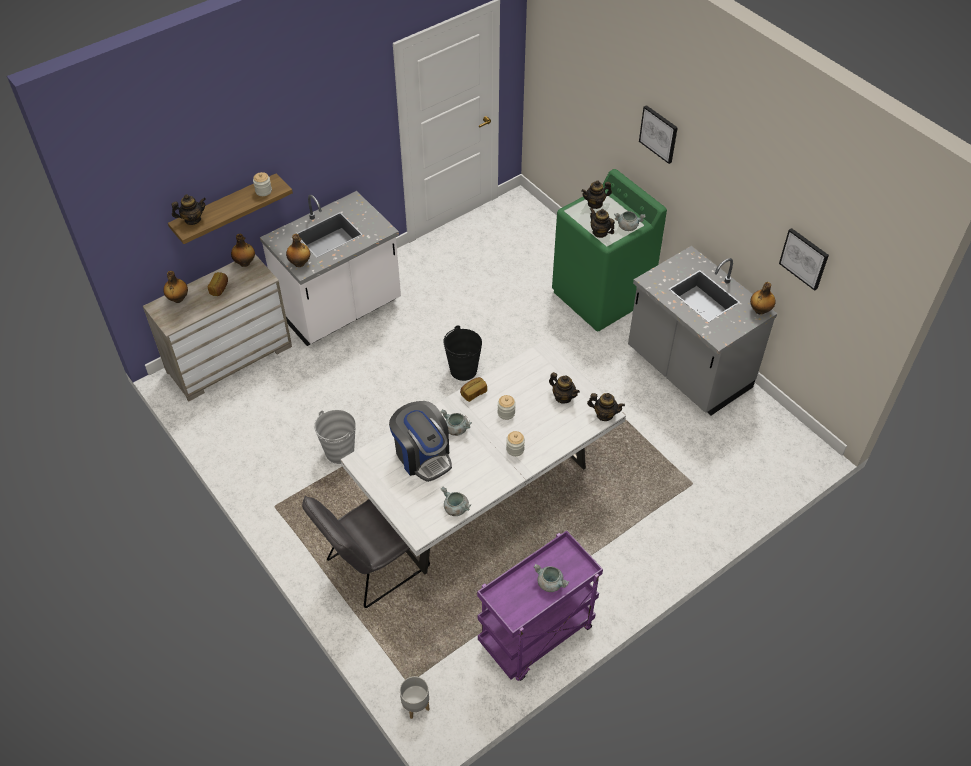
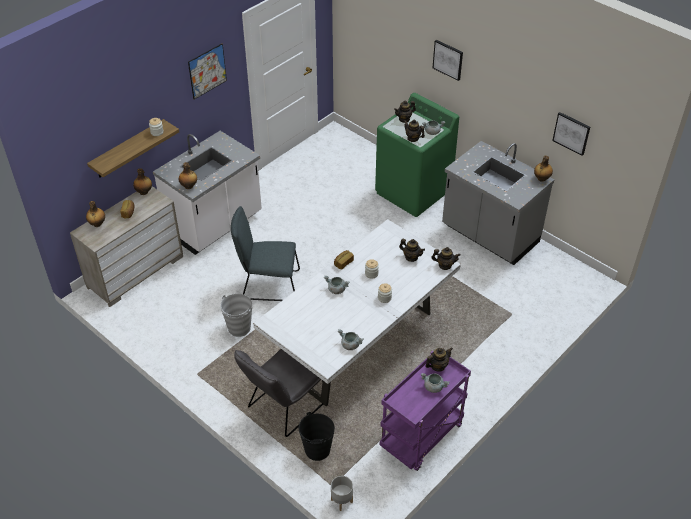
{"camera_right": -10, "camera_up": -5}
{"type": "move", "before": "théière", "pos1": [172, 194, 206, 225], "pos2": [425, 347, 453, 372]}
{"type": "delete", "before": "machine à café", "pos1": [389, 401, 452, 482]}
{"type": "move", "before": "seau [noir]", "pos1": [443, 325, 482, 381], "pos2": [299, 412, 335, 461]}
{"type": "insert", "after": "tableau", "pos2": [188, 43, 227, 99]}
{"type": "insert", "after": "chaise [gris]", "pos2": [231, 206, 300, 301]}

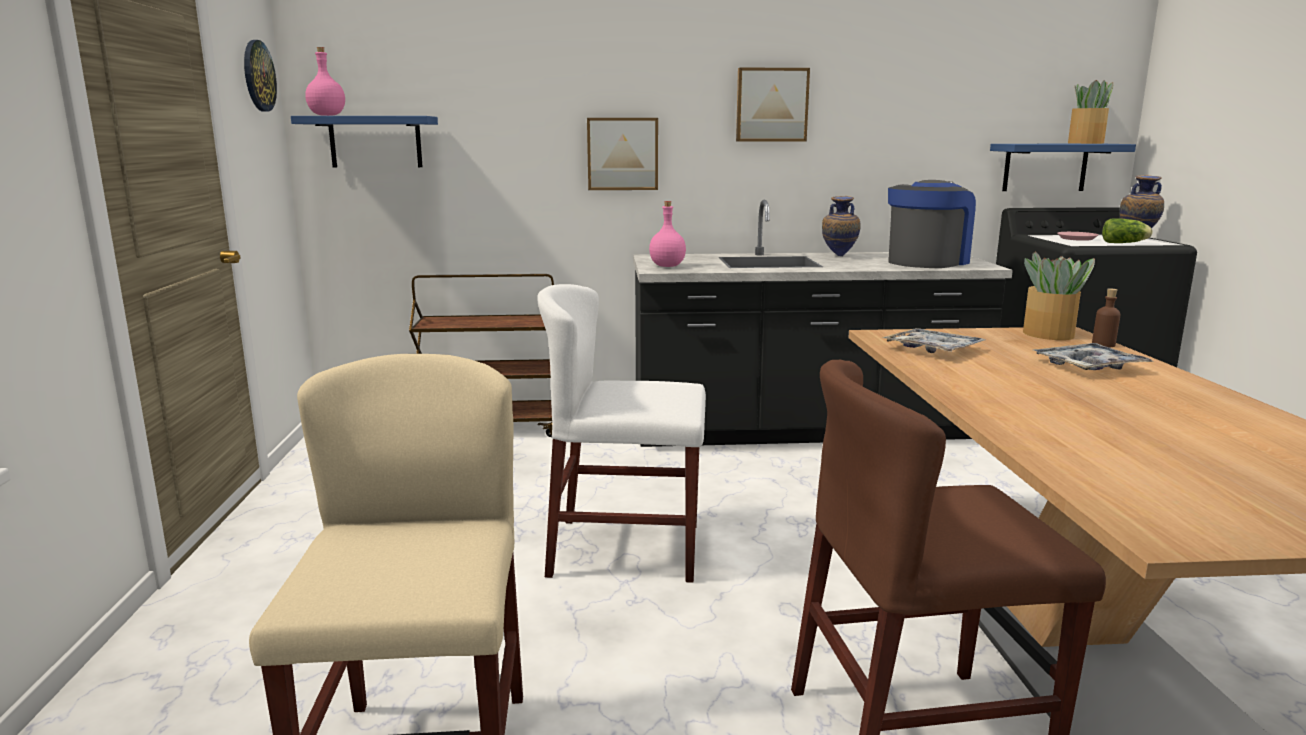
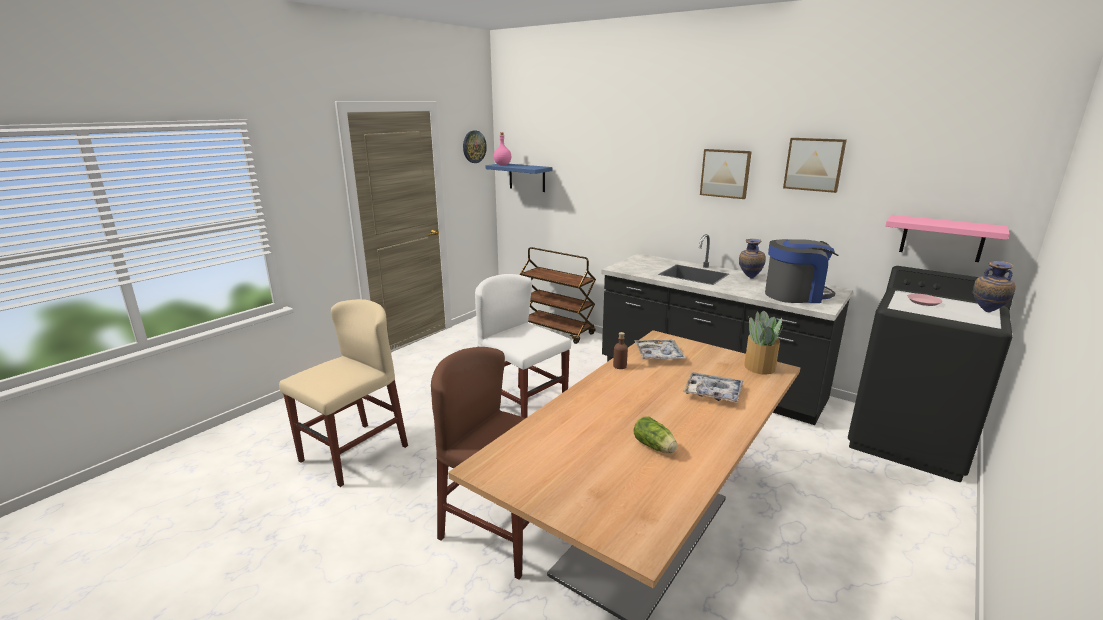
{"camera_right": 40, "camera_up": 5}
{"type": "move", "before": "tableau", "pos1": [587, 118, 658, 190], "pos2": [783, 138, 847, 193]}
{"type": "delete", "before": "bouteille [rose]", "pos1": [649, 201, 686, 267]}
{"type": "recolor", "before": "étagère [bleu]", "after": "étagère [rose]", "pos1": [990, 144, 1136, 191], "pos2": [885, 215, 1009, 262]}
{"type": "delete", "before": "plante en pot", "pos1": [1068, 80, 1114, 144]}
{"type": "move", "before": "bouteille [marron]", "pos1": [1092, 288, 1121, 347], "pos2": [613, 332, 628, 369]}
{"type": "move", "before": "laitue", "pos1": [1102, 219, 1153, 243], "pos2": [633, 416, 677, 453]}

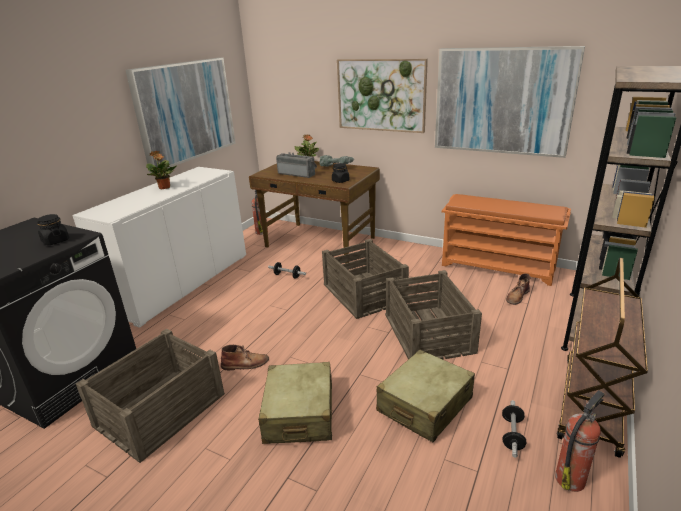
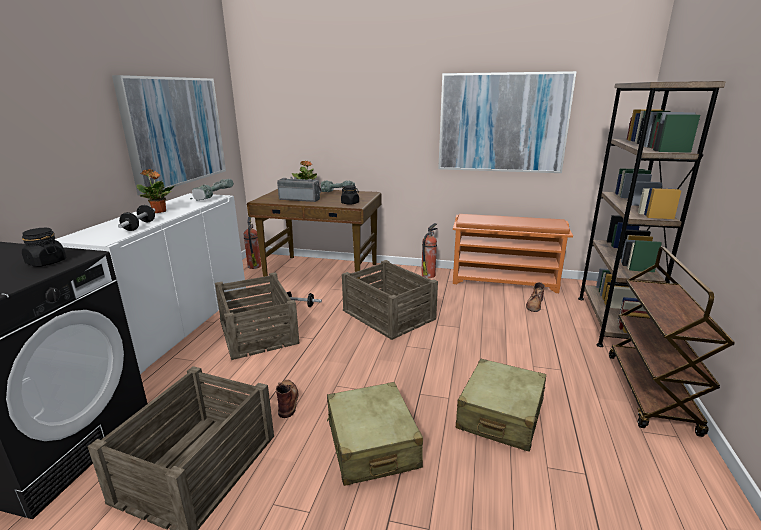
{"camera_right": -15, "camera_up": -5}
{"type": "rotate", "before": "botte [marron]", "pos1": [221, 345, 269, 370], "pos2": [276, 380, 299, 418], "turn": -75}
{"type": "delete", "before": "tableau", "pos1": [337, 59, 428, 133]}
{"type": "move", "before": "caisse", "pos1": [385, 270, 482, 359], "pos2": [215, 272, 299, 360]}
{"type": "move", "before": "haltère", "pos1": [502, 400, 526, 458], "pos2": [118, 205, 155, 231]}
{"type": "move", "before": "extincteur", "pos1": [555, 390, 605, 492], "pos2": [421, 223, 438, 278]}
{"type": "insert", "after": "perceuse", "pos2": [190, 179, 234, 201]}

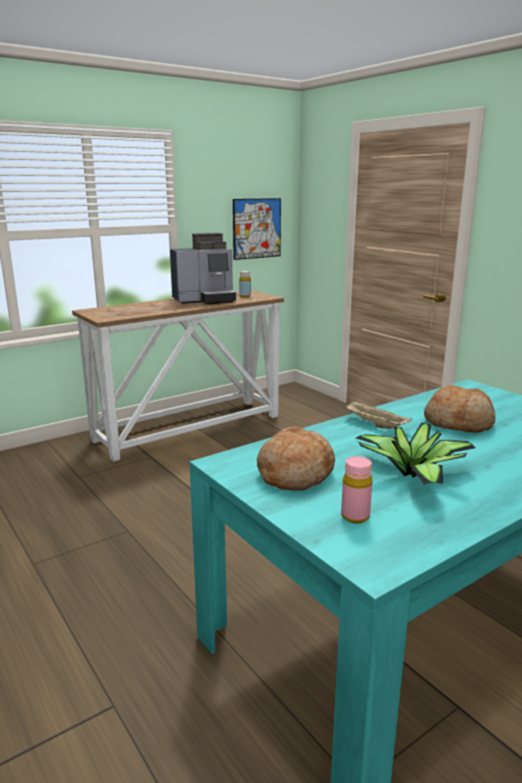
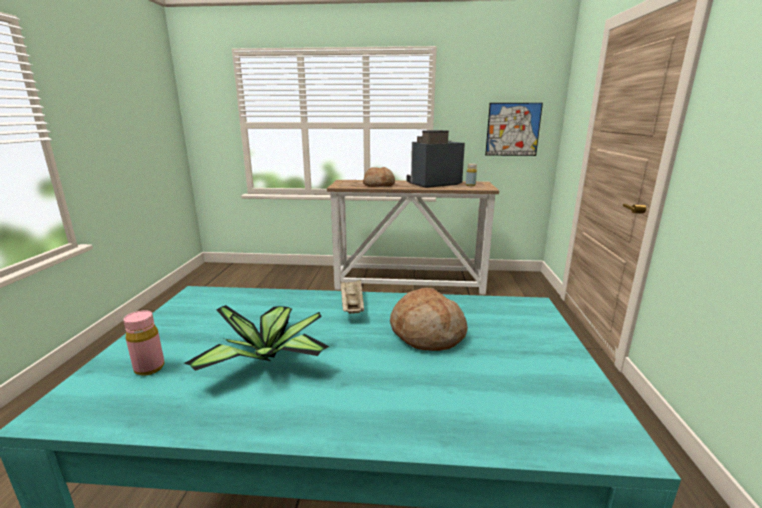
{"camera_right": 40, "camera_up": 0}
{"type": "rotate", "before": "machine à café", "pos1": [170, 233, 236, 304], "pos2": [407, 130, 465, 188], "turn": 135}
{"type": "move", "before": "pain", "pos1": [257, 427, 335, 491], "pos2": [363, 167, 395, 187]}

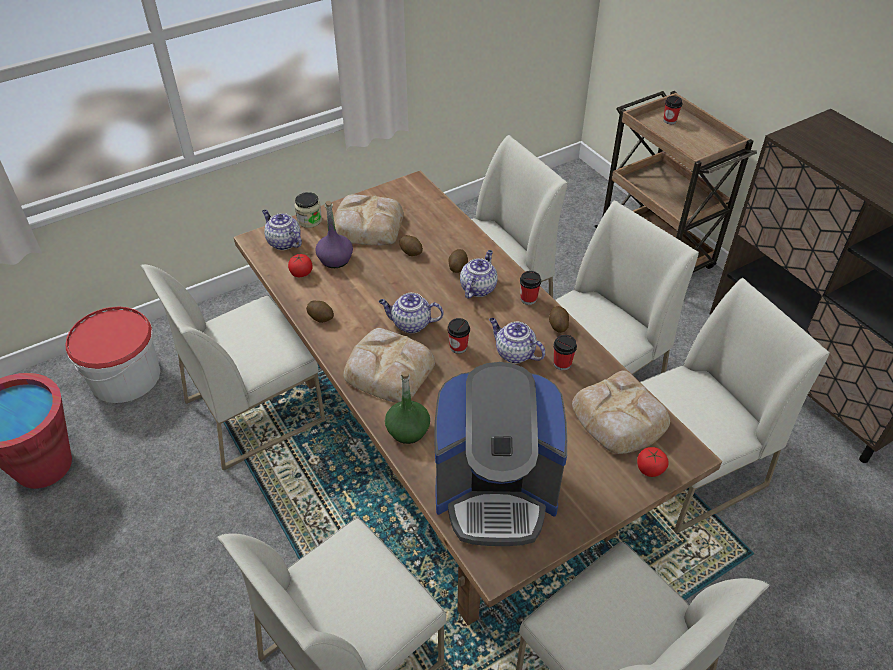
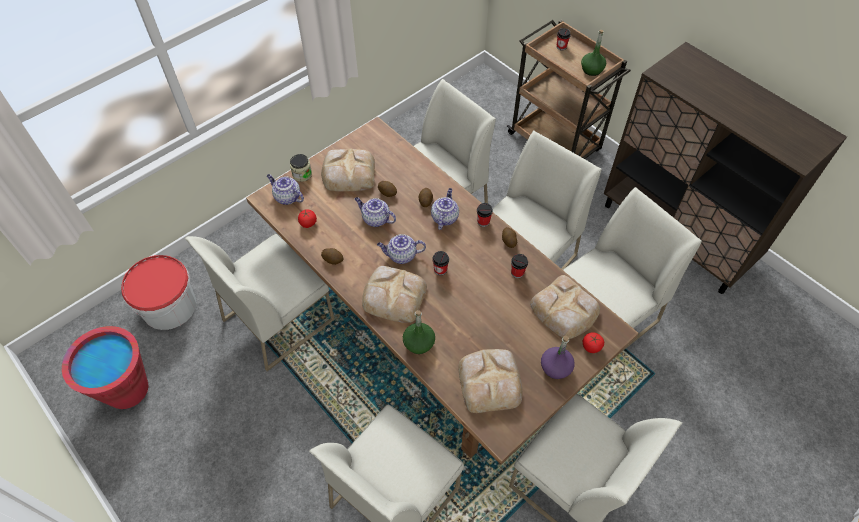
{"camera_right": -10, "camera_up": 10}
{"type": "move", "before": "bouteille [violet]", "pos1": [315, 201, 353, 268], "pos2": [541, 336, 575, 379]}
{"type": "replace", "before": "machine à café", "after": "pain", "pos1": [434, 362, 567, 546], "pos2": [459, 349, 522, 413]}
{"type": "move", "before": "théière", "pos1": [489, 318, 545, 364], "pos2": [355, 197, 396, 227]}
{"type": "insert", "after": "bouteille [vert]", "pos2": [581, 30, 606, 76]}

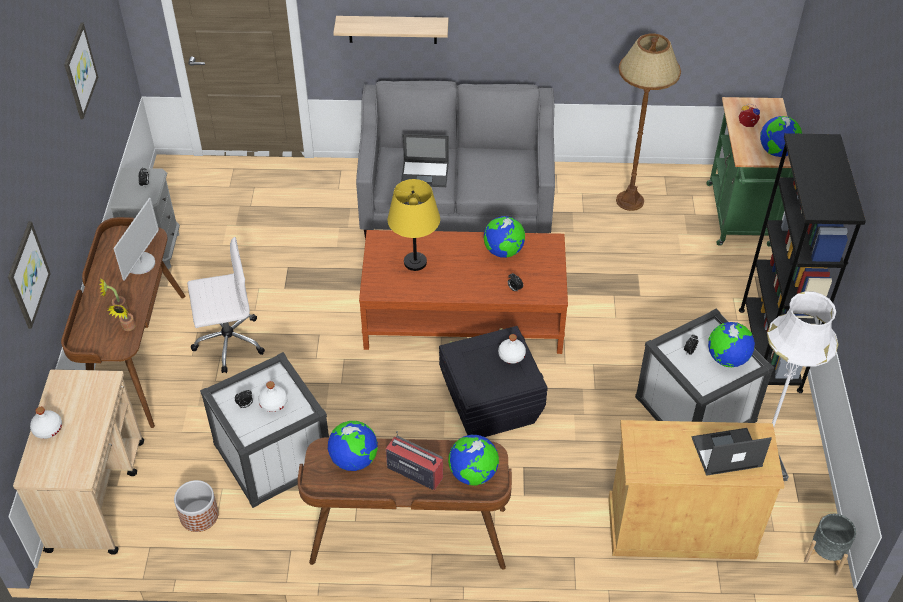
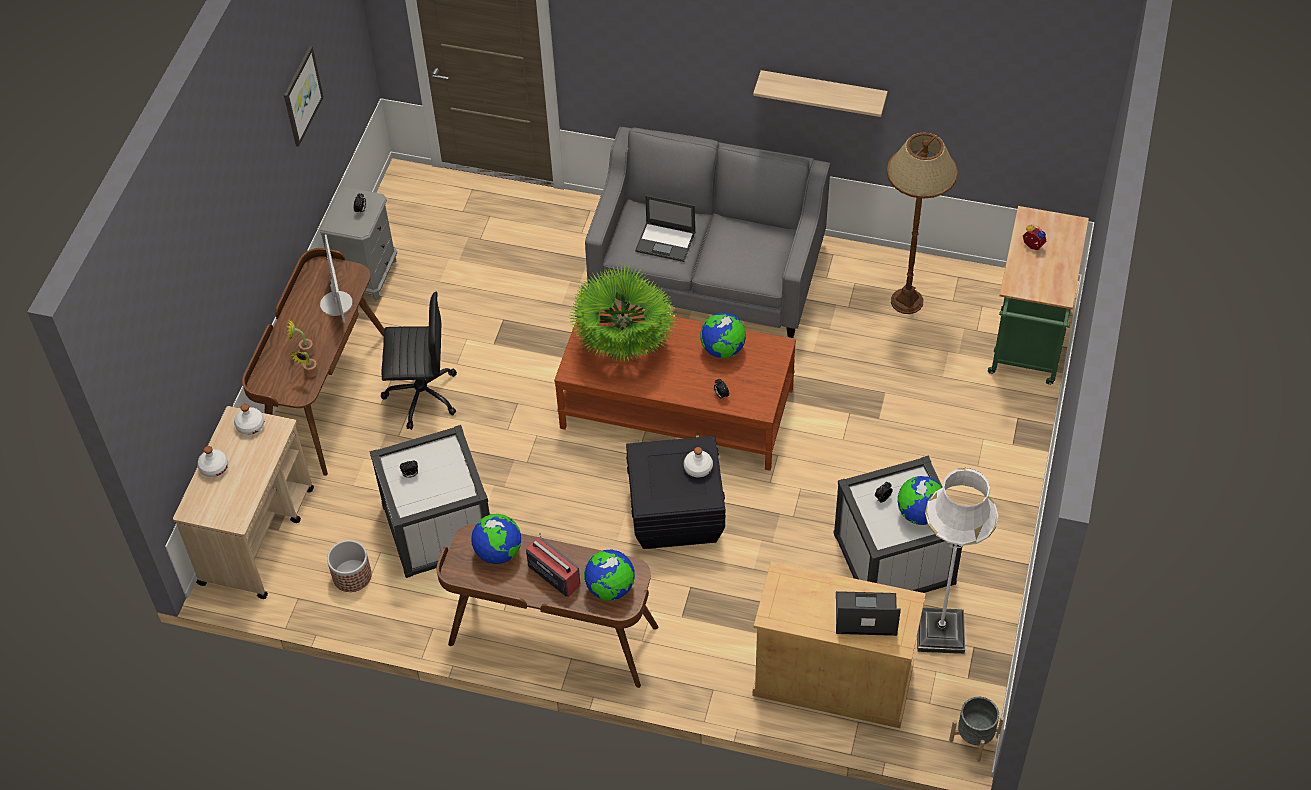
{"camera_right": 15, "camera_up": 5}
{"type": "delete", "before": "tableau", "pos1": [8, 221, 51, 329]}
{"type": "rotate", "before": "écran d'ordinateur", "pos1": [113, 198, 159, 281], "pos2": [320, 235, 353, 323], "turn": -45}
{"type": "recolor", "before": "chaise de bureau [blanc]", "after": "chaise de bureau [noir]", "pos1": [187, 237, 265, 373], "pos2": [381, 291, 457, 430]}
{"type": "move", "before": "bouteille [blanc]", "pos1": [258, 381, 288, 412], "pos2": [234, 404, 264, 435]}
{"type": "move", "before": "étagère", "pos1": [333, 16, 448, 44], "pos2": [753, 70, 888, 117]}
{"type": "replace", "before": "lampe de table [jaune]", "after": "plante en pot", "pos1": [388, 179, 440, 271], "pos2": [570, 265, 677, 361]}
{"type": "delete", "before": "bibliothèque [noir]", "pos1": [739, 133, 866, 393]}
{"type": "delete", "before": "globe", "pos1": [760, 116, 802, 157]}

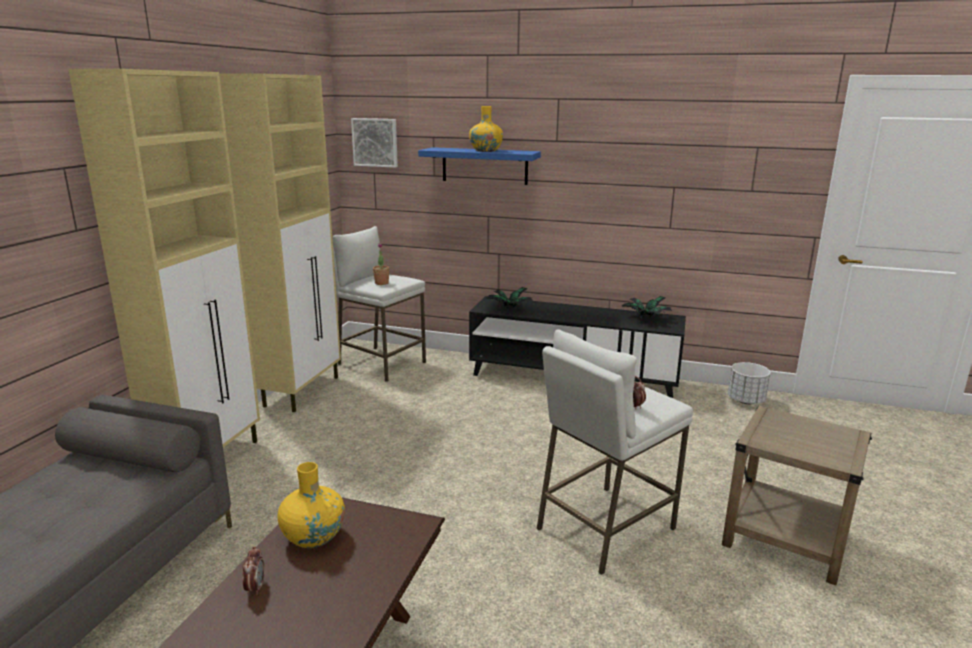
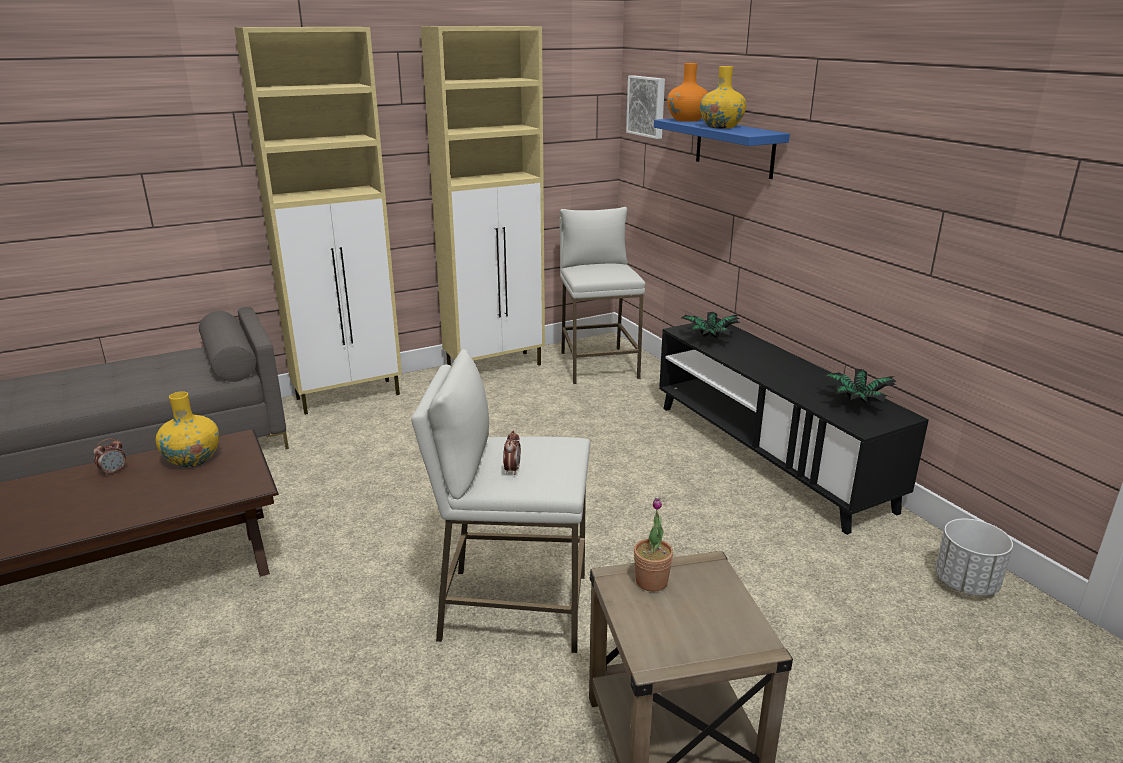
{"camera_right": 45, "camera_up": 5}
{"type": "move", "before": "plante en pot", "pos1": [373, 243, 390, 285], "pos2": [634, 498, 673, 592]}
{"type": "insert", "after": "vase [orange]", "pos2": [667, 63, 708, 122]}

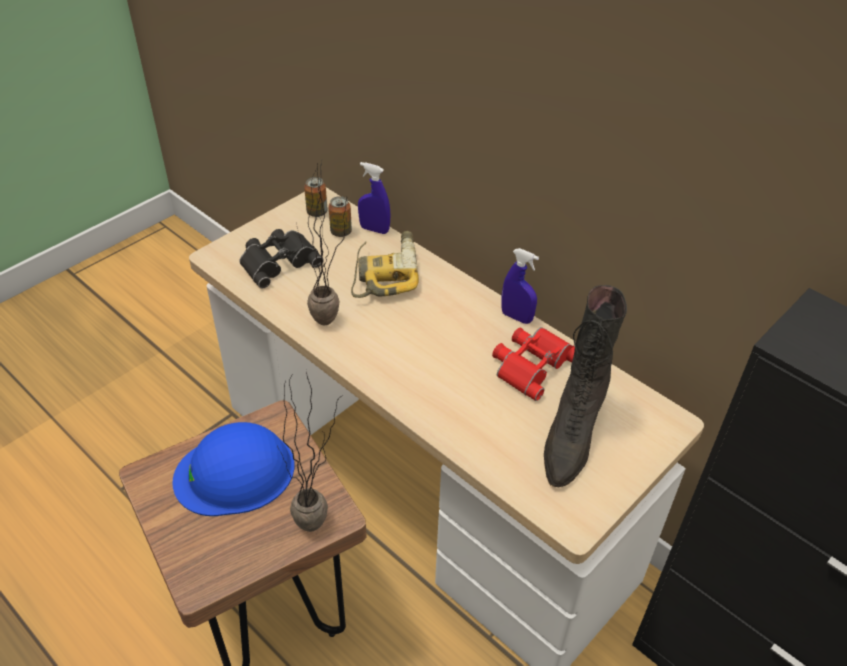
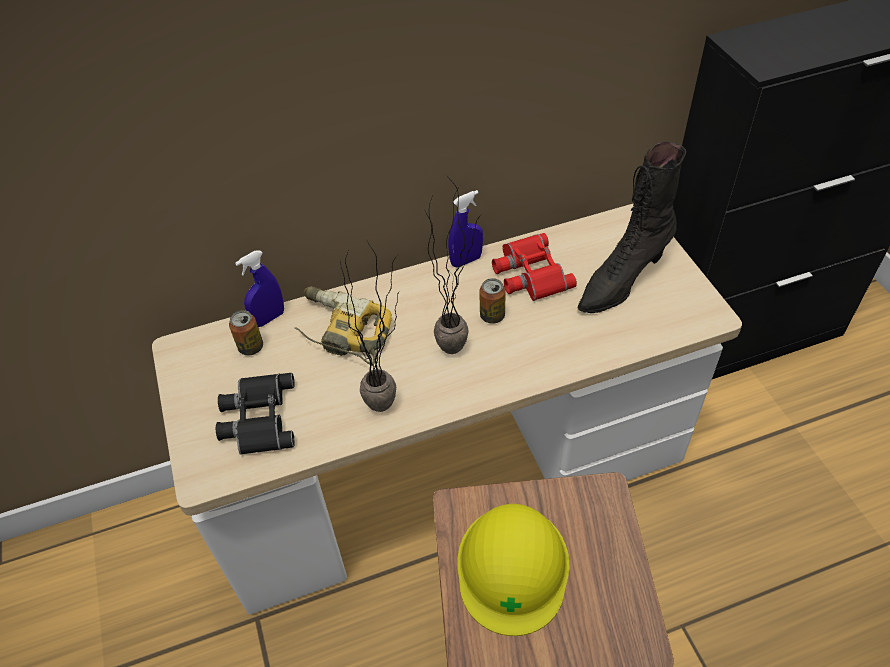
{"camera_right": -60, "camera_up": 5}
{"type": "recolor", "before": "casque de chantier [bleu]", "after": "casque de chantier [jaune]", "pos1": [172, 422, 295, 516], "pos2": [457, 504, 570, 636]}
{"type": "move", "before": "plante en pot", "pos1": [277, 371, 343, 532], "pos2": [424, 182, 481, 354]}
{"type": "move", "before": "boîte métallique", "pos1": [304, 177, 328, 217], "pos2": [479, 278, 506, 324]}
{"type": "rotate", "before": "botte [noir]", "pos1": [544, 285, 627, 487], "pos2": [578, 141, 686, 313], "turn": 90}

